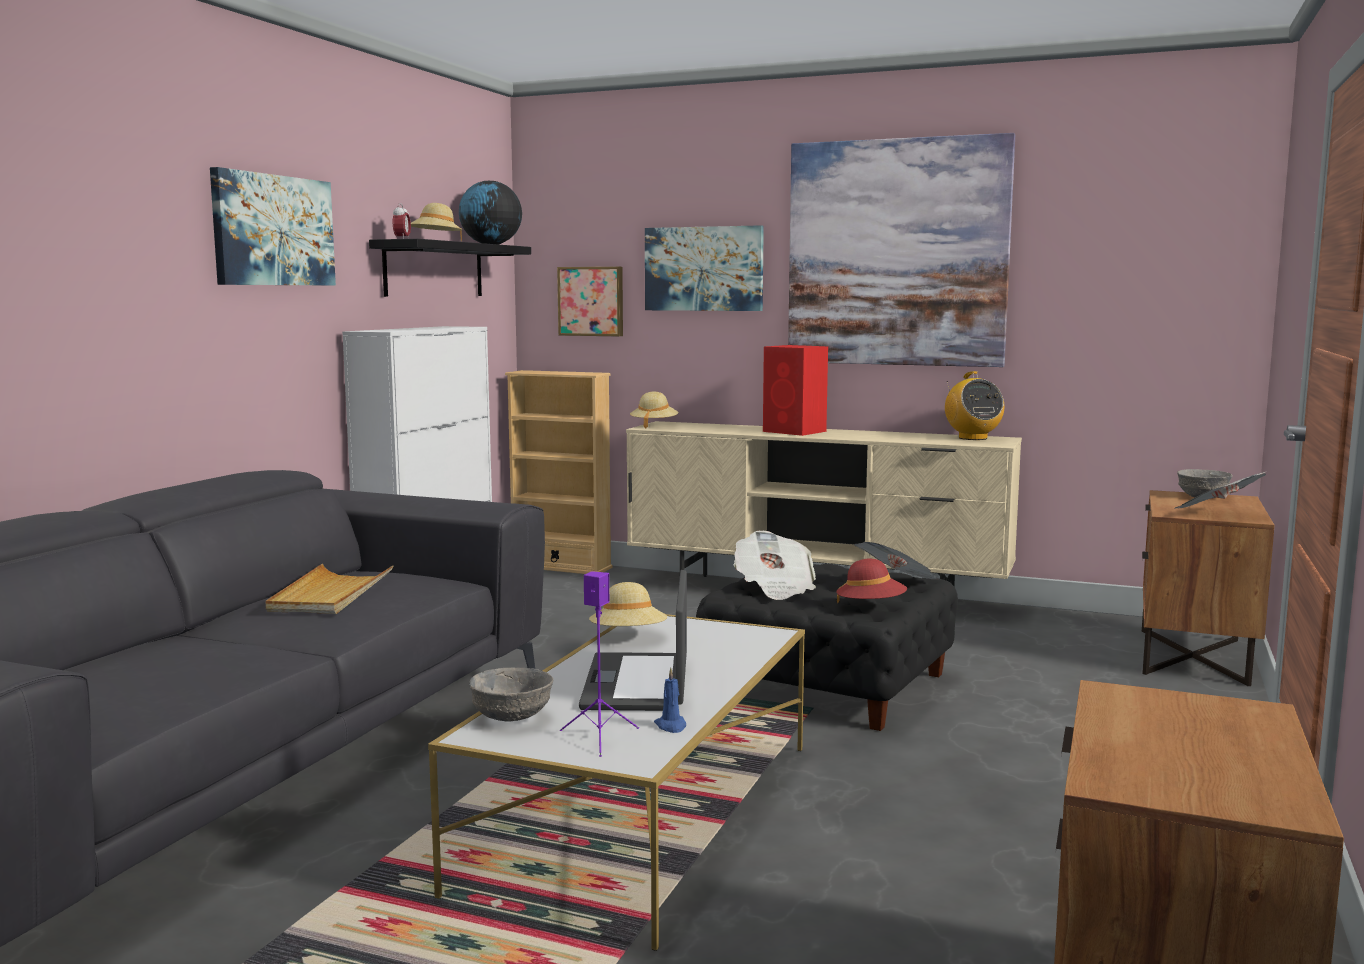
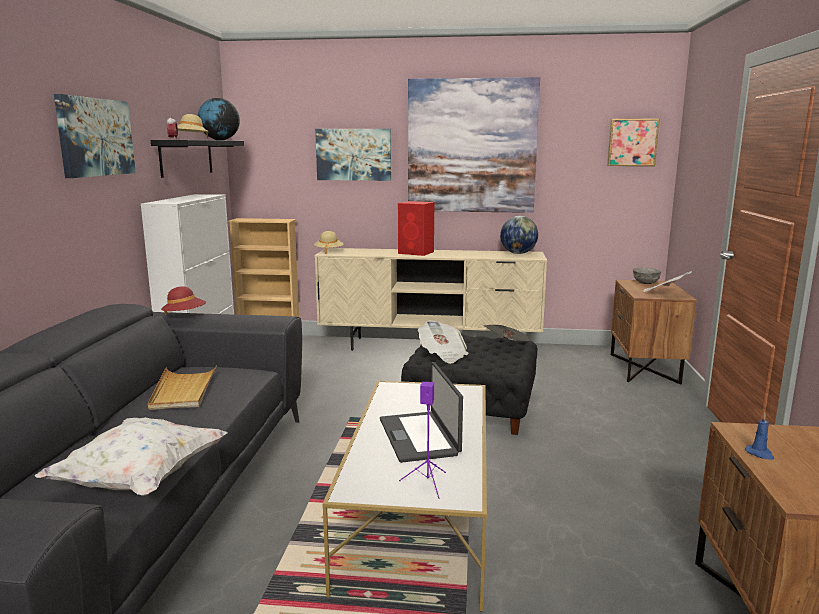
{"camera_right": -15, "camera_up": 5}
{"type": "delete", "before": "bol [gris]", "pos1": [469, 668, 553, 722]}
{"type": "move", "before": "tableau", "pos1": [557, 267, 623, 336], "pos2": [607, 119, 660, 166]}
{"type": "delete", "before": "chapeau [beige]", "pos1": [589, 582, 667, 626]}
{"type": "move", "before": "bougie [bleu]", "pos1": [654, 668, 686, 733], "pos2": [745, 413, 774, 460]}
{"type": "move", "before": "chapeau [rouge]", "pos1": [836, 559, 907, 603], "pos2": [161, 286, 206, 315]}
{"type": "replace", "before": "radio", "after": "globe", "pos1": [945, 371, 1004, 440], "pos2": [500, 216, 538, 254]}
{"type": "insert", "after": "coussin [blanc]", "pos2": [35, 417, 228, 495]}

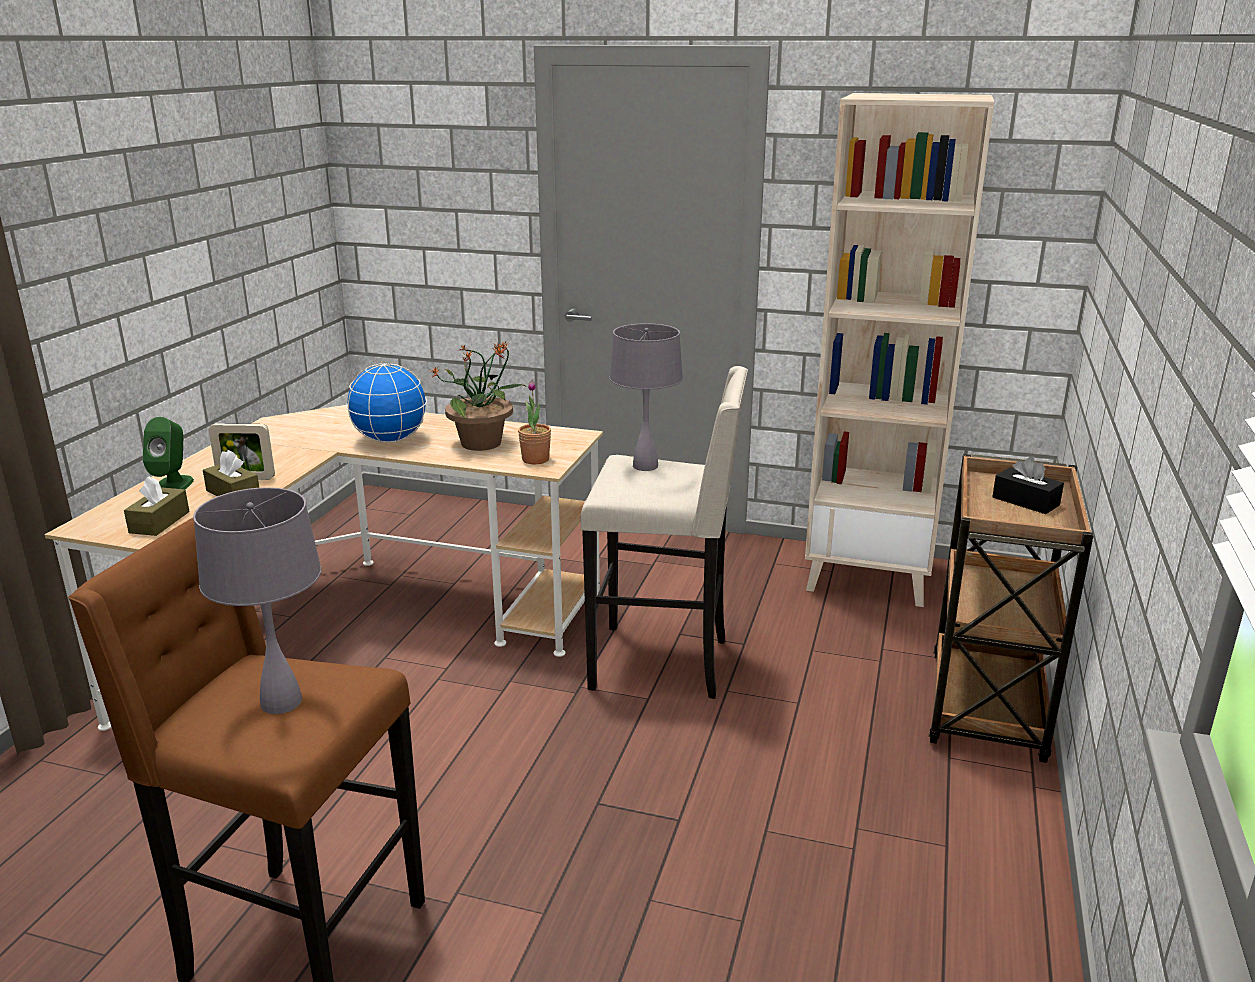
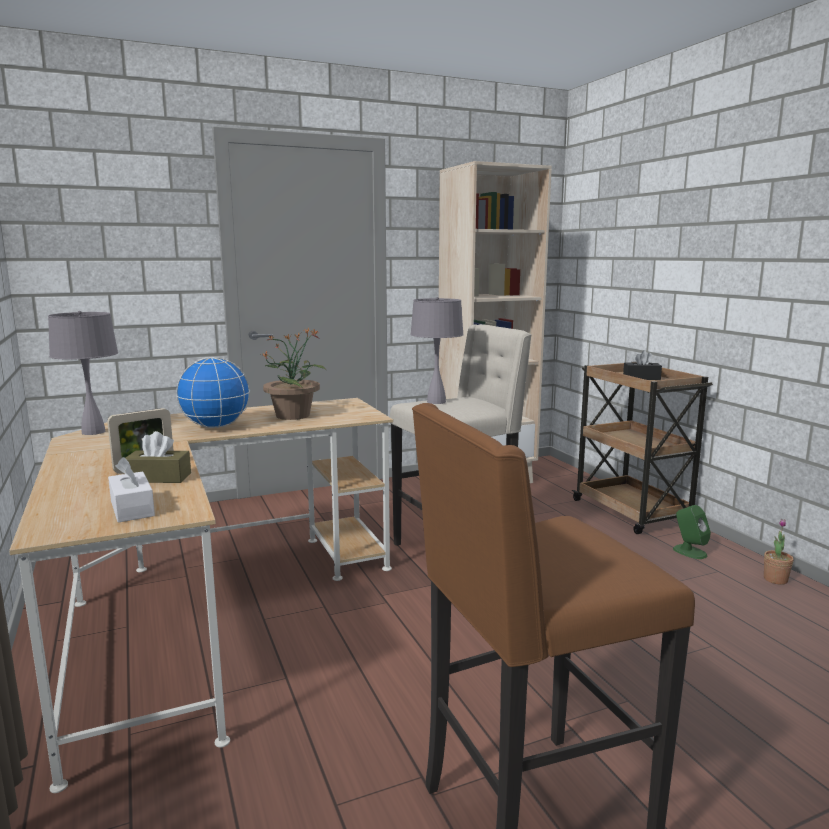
{"camera_right": -40, "camera_up": -10}
{"type": "recolor", "before": "boîte à mouchoirs [marron]", "after": "boîte à mouchoirs [blanc]", "pos1": [124, 476, 190, 536], "pos2": [108, 457, 155, 523]}
{"type": "move", "before": "enceinte [vert]", "pos1": [143, 417, 194, 489], "pos2": [673, 505, 711, 559]}
{"type": "move", "before": "lampe de table [gris]", "pos1": [193, 487, 321, 714], "pos2": [48, 311, 118, 435]}
{"type": "move", "before": "plante en pot", "pos1": [518, 380, 551, 464], "pos2": [764, 519, 794, 585]}

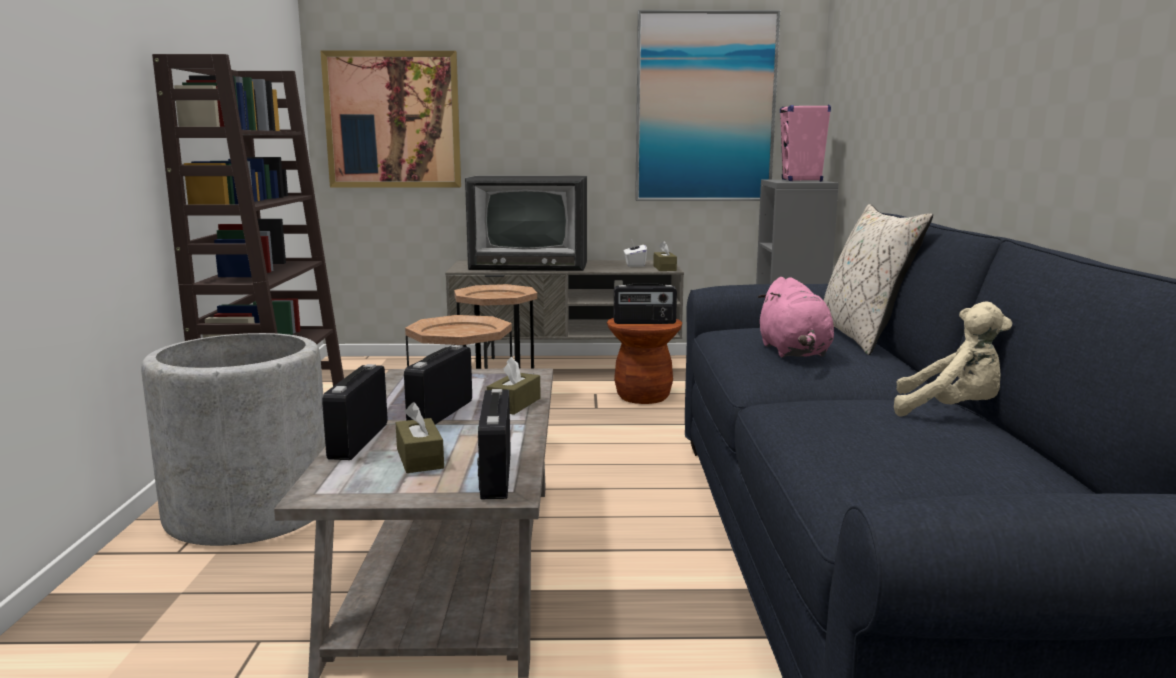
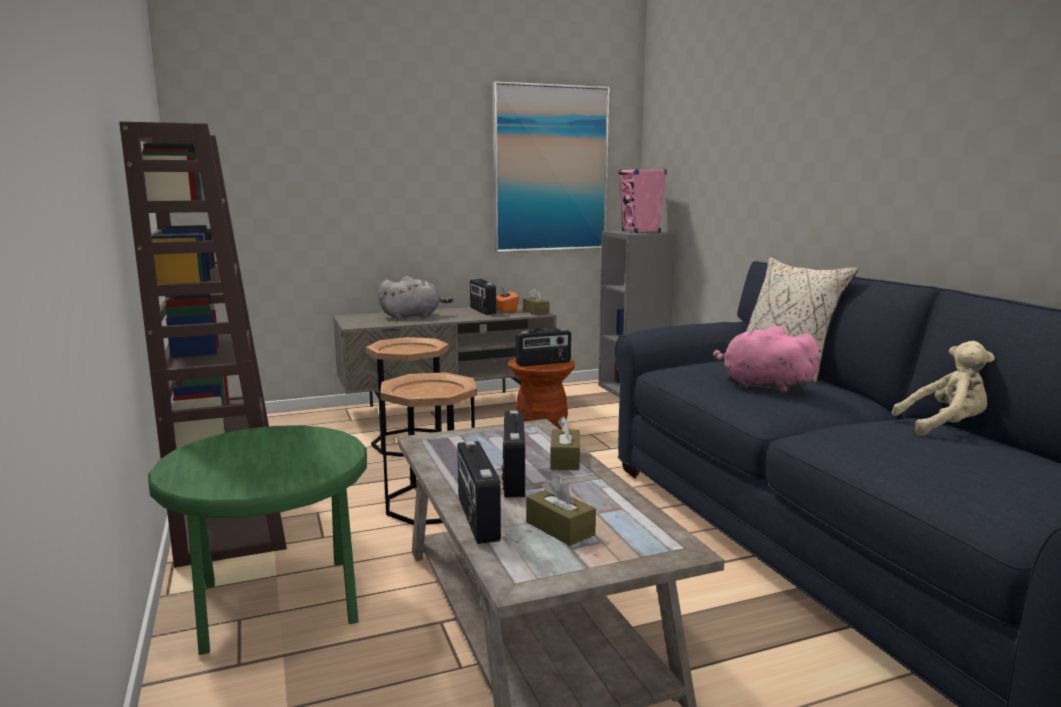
{"camera_right": -20, "camera_up": 0}
{"type": "replace", "before": "cache-pot [gris]", "after": "table d'appoint [vert]", "pos1": [141, 333, 326, 546], "pos2": [148, 425, 367, 655]}
{"type": "delete", "before": "tableau", "pos1": [320, 51, 461, 187]}
{"type": "replace", "before": "téléviseur", "after": "peluche [gris]", "pos1": [465, 176, 587, 271], "pos2": [378, 276, 453, 319]}
{"type": "move", "before": "radio", "pos1": [477, 389, 511, 499], "pos2": [470, 279, 496, 315]}
{"type": "recolor", "before": "boîte à mouchoirs [blanc]", "after": "boîte à mouchoirs [orange]", "pos1": [624, 241, 647, 267], "pos2": [496, 287, 519, 312]}
{"type": "rotate", "before": "peluche [rose]", "pos1": [758, 277, 834, 357], "pos2": [713, 326, 821, 393], "turn": 150}

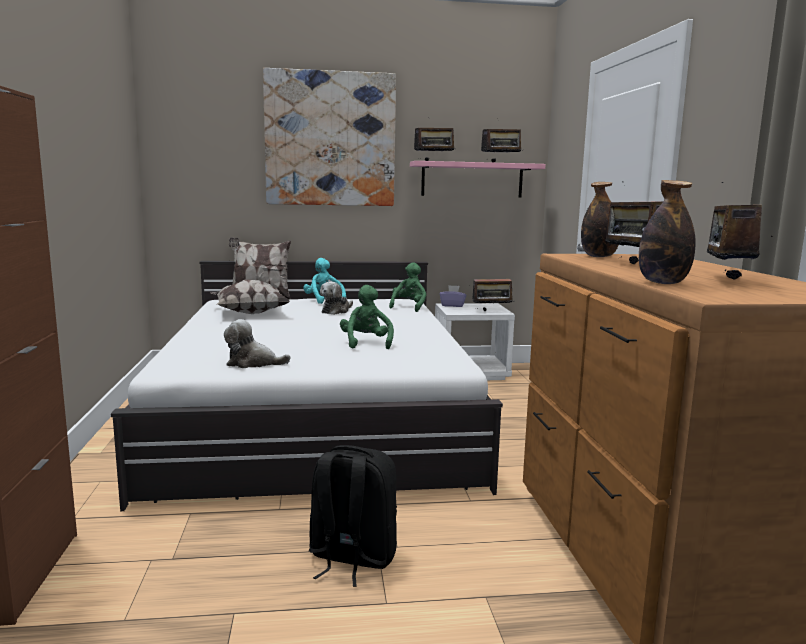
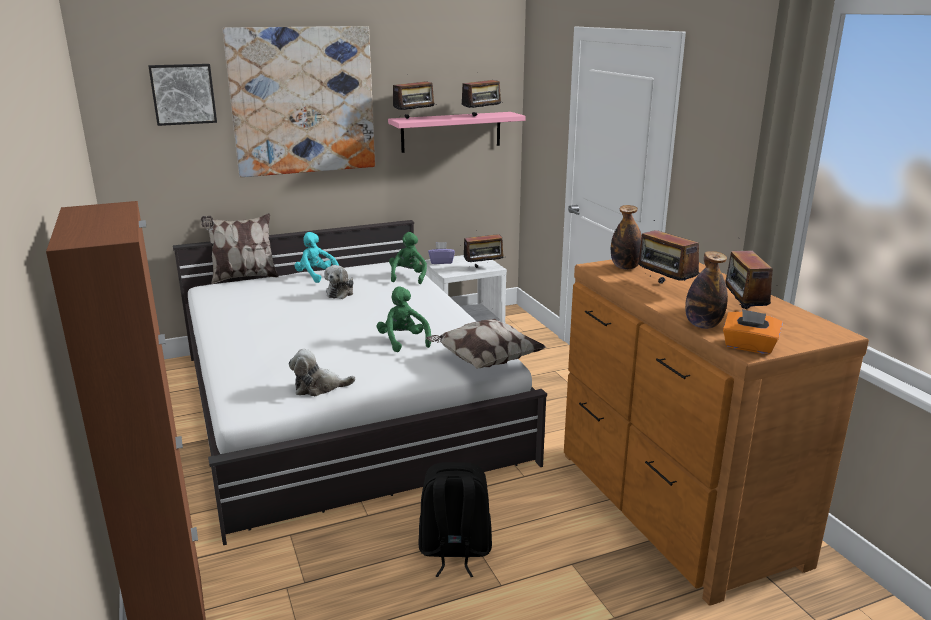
{"camera_right": -15, "camera_up": 10}
{"type": "move", "before": "coussin", "pos1": [210, 280, 291, 314], "pos2": [426, 319, 546, 369]}
{"type": "insert", "after": "tableau", "pos2": [148, 64, 217, 126]}
{"type": "insert", "after": "boîte à mouchoirs [orange]", "pos2": [723, 309, 783, 355]}

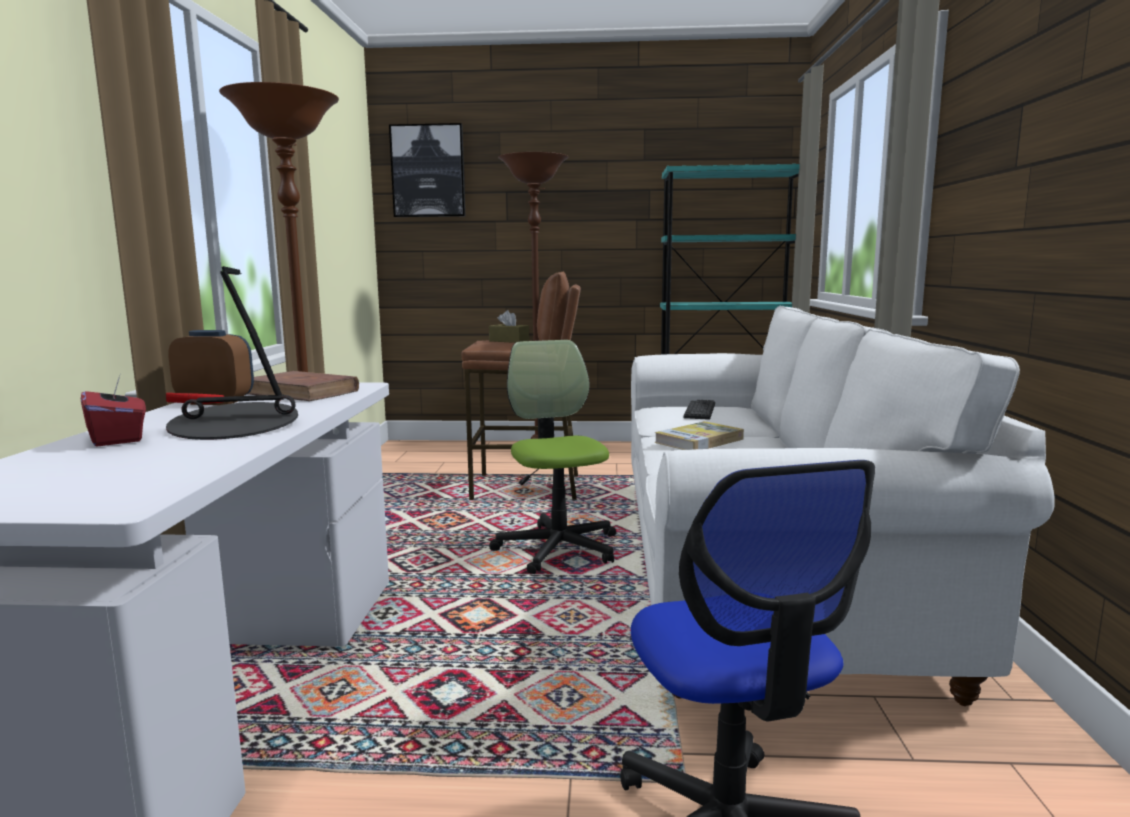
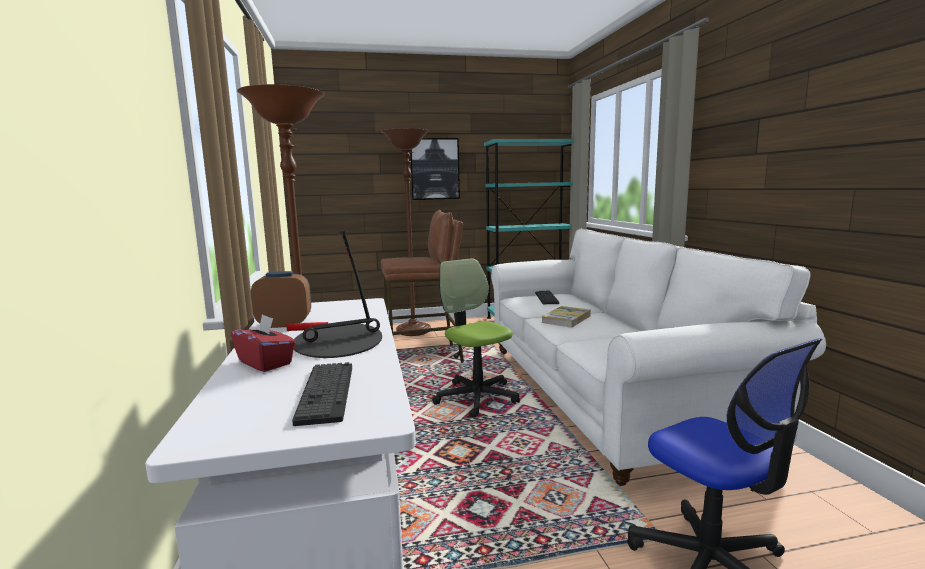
{"camera_right": -15, "camera_up": 0}
{"type": "delete", "before": "livre [marron]", "pos1": [248, 371, 359, 401]}
{"type": "move", "before": "tableau", "pos1": [389, 123, 465, 217], "pos2": [410, 138, 460, 200]}
{"type": "delete", "before": "boîte à mouchoirs [marron]", "pos1": [489, 310, 529, 343]}
{"type": "insert", "after": "clavier", "pos2": [292, 362, 352, 426]}

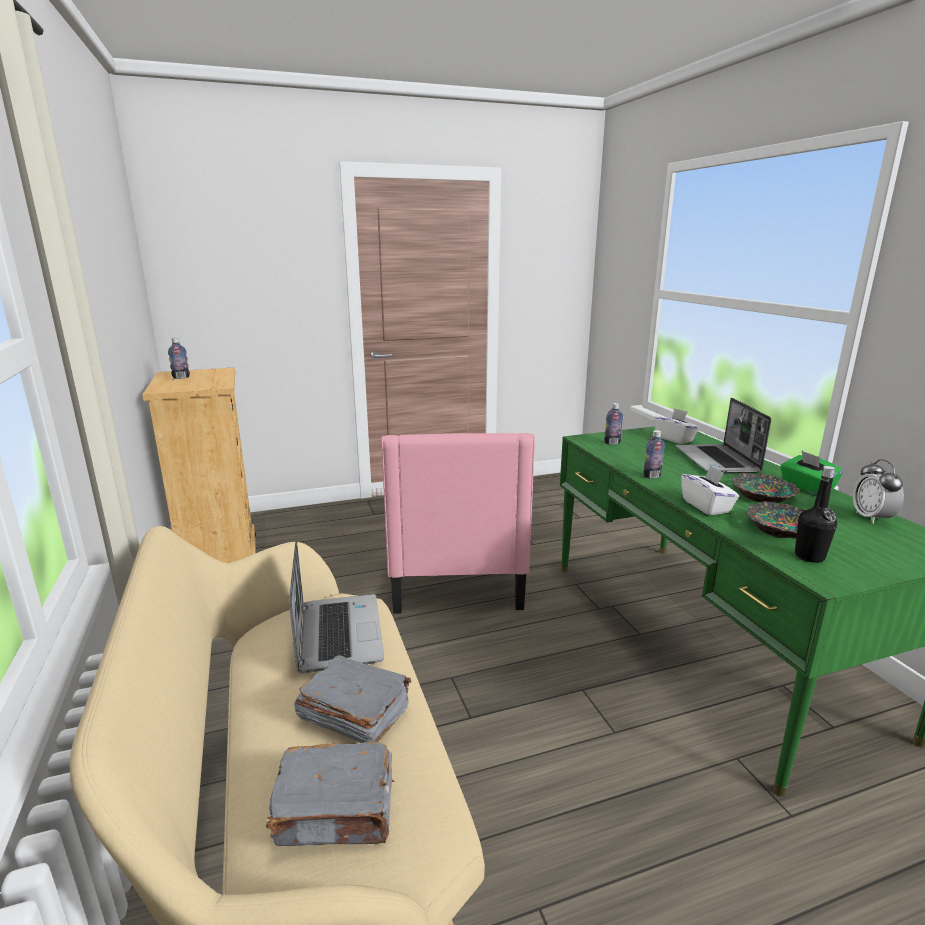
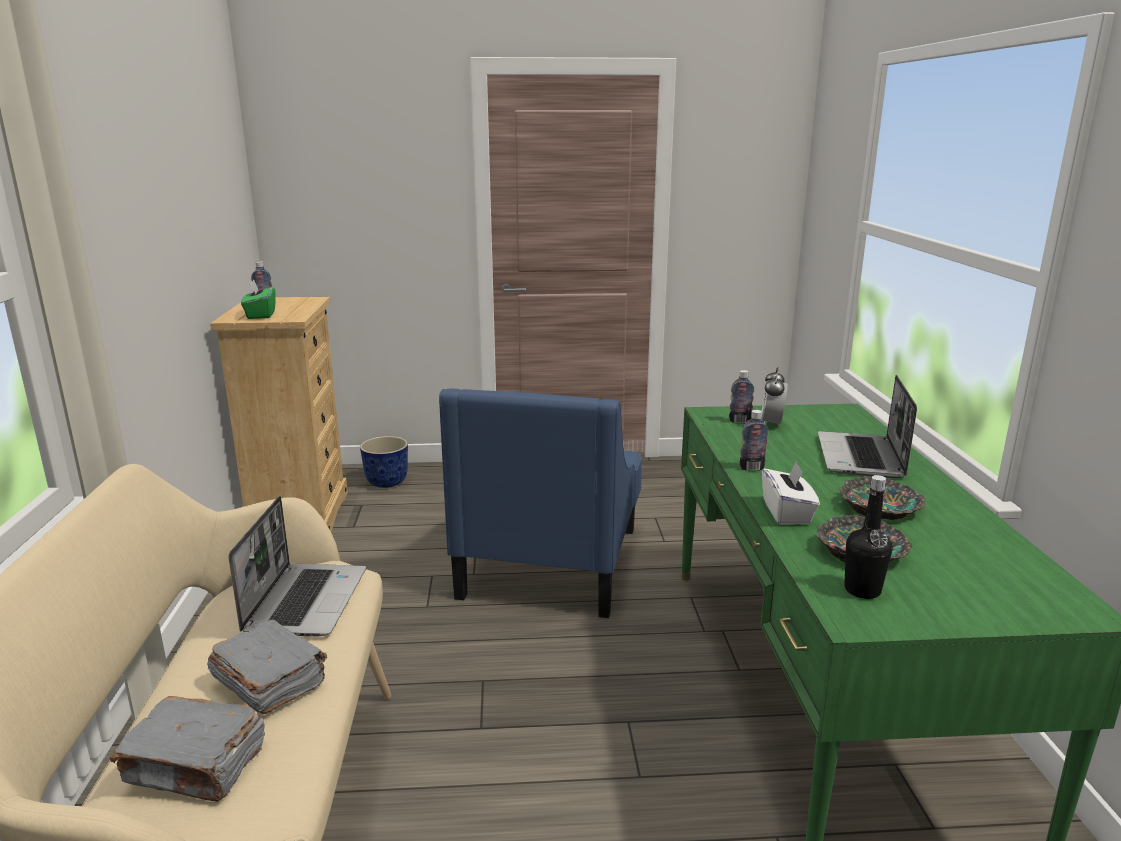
{"camera_right": 15, "camera_up": 0}
{"type": "recolor", "before": "fauteuil [rose]", "after": "fauteuil [bleu]", "pos1": [381, 433, 535, 614], "pos2": [439, 388, 642, 618]}
{"type": "delete", "before": "boîte à mouchoirs [blanc]", "pos1": [654, 408, 699, 444]}
{"type": "move", "before": "boîte à mouchoirs [vert]", "pos1": [780, 451, 843, 495], "pos2": [241, 280, 276, 319]}
{"type": "move", "before": "réveil", "pos1": [853, 459, 904, 524], "pos2": [762, 367, 788, 425]}
{"type": "insert", "after": "cache-pot", "pos2": [360, 436, 408, 488]}

